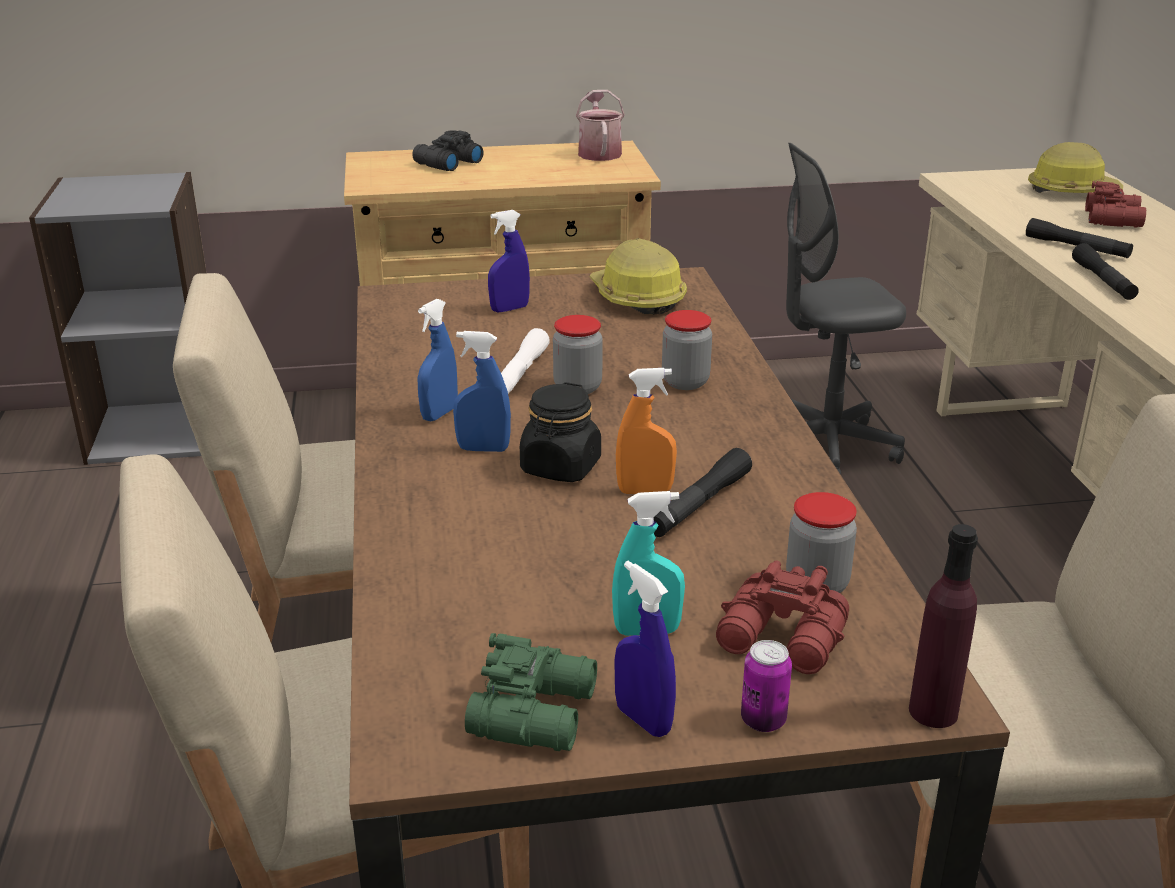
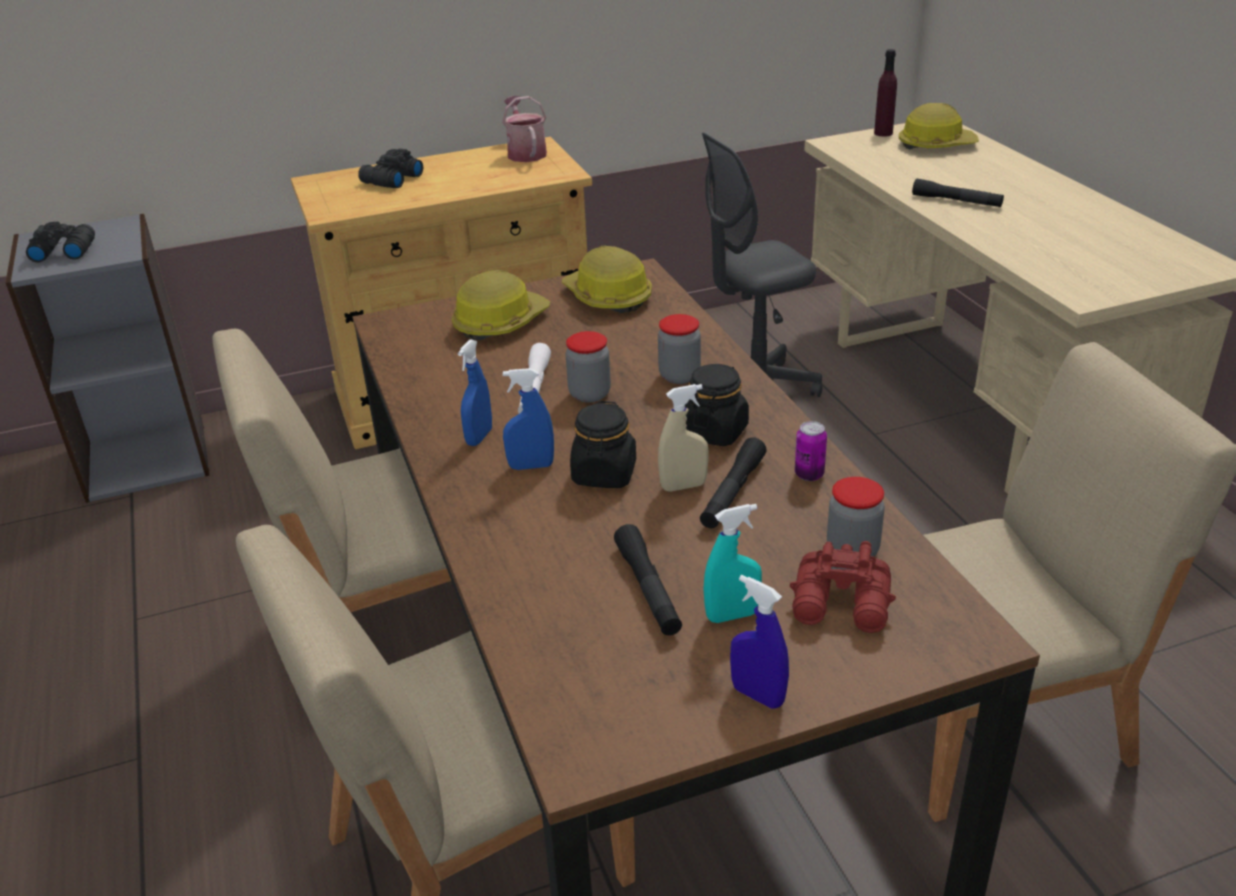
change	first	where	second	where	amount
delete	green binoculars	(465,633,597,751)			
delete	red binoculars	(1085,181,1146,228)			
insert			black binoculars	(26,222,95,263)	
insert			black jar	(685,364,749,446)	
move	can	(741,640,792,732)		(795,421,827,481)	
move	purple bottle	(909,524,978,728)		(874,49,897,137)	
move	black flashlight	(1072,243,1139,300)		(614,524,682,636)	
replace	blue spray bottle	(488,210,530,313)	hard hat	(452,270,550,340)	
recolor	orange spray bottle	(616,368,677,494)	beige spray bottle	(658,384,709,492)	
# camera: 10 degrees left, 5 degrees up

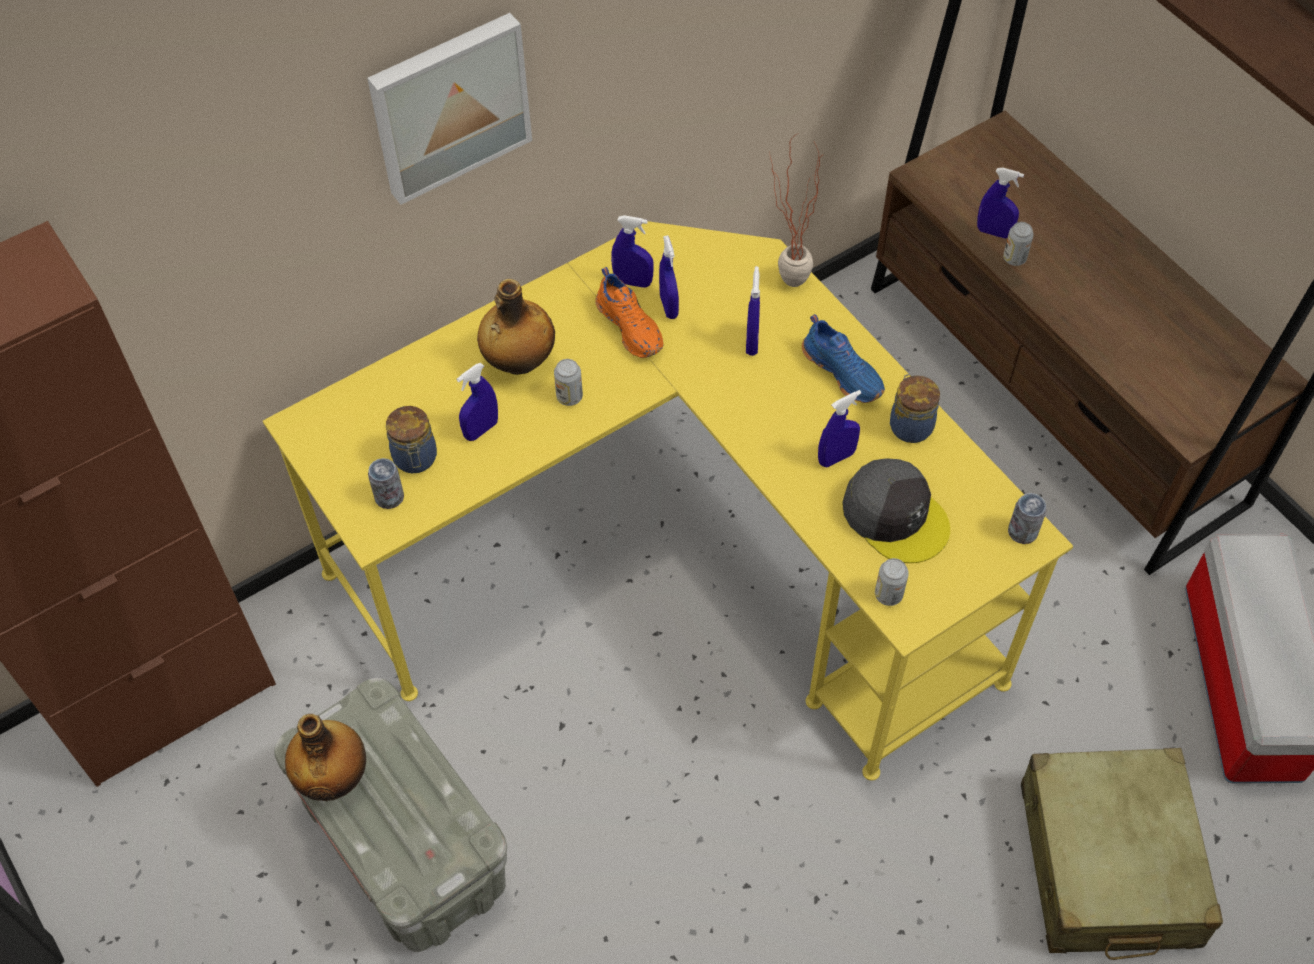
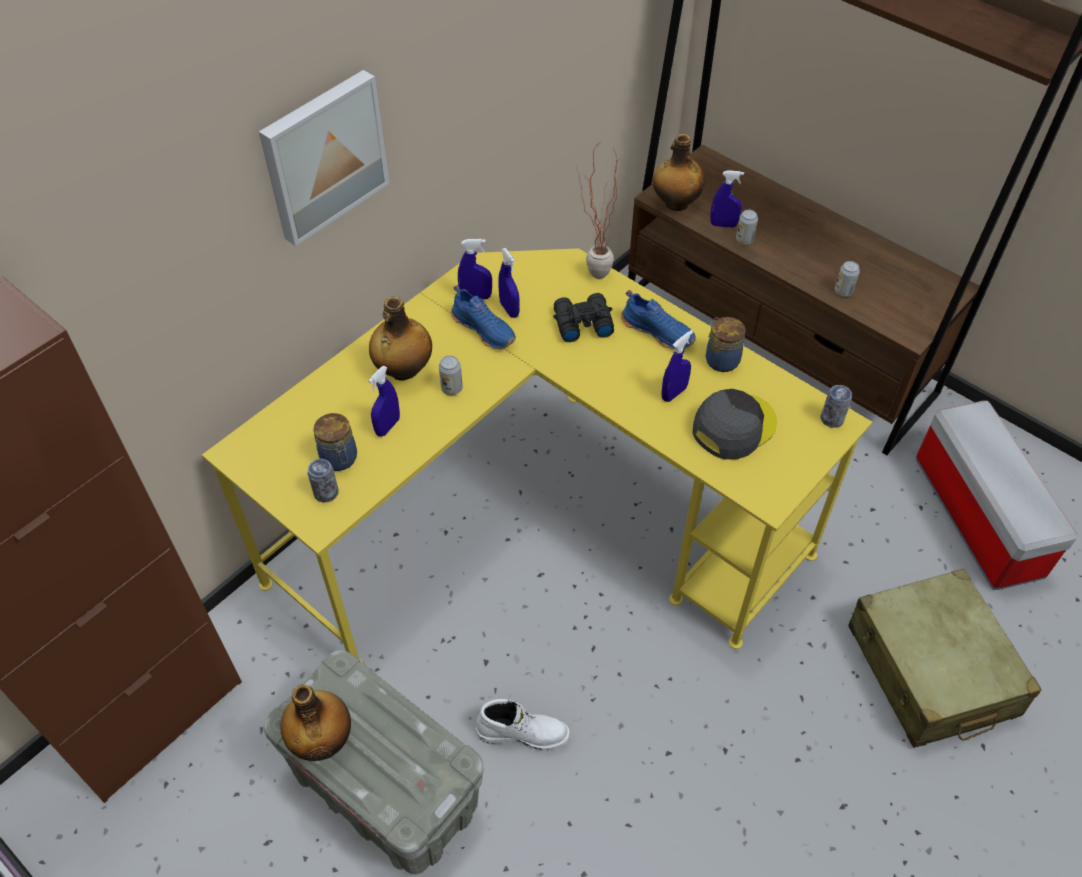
change	first	where	second	where	amount
insert			white boot	(476,699,570,750)	
insert			bottle	(653,134,705,211)	
move	can	(875,558,909,606)		(835,261,860,297)	
replace	blue spray bottle	(746,266,760,356)	black binoculars	(553,293,614,342)	
recolor	orange shoe	(595,267,664,358)	blue shoe	(451,285,516,349)	
rotate	grey cap	(842,458,950,563)		(693,389,777,460)	75 degrees counterclockwise
# camera: 15 degrees left, 5 degrees down

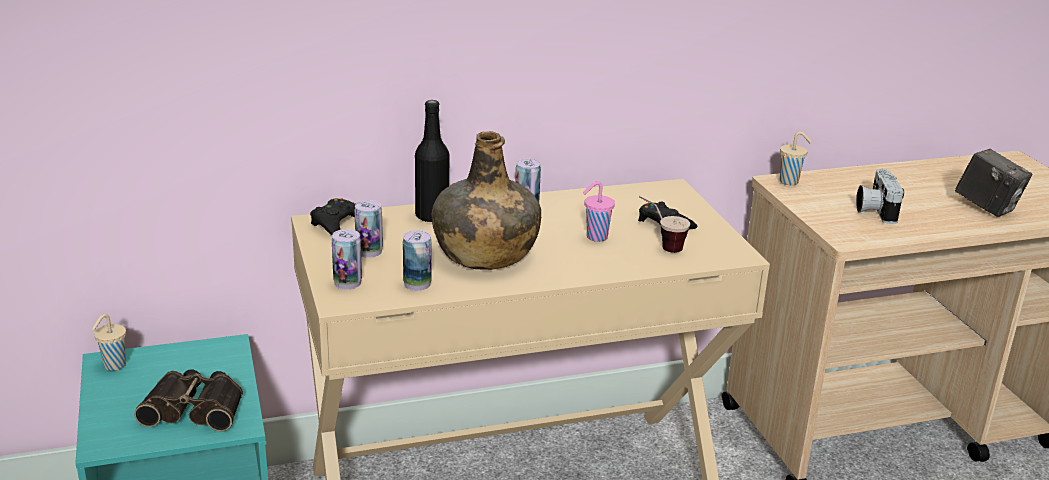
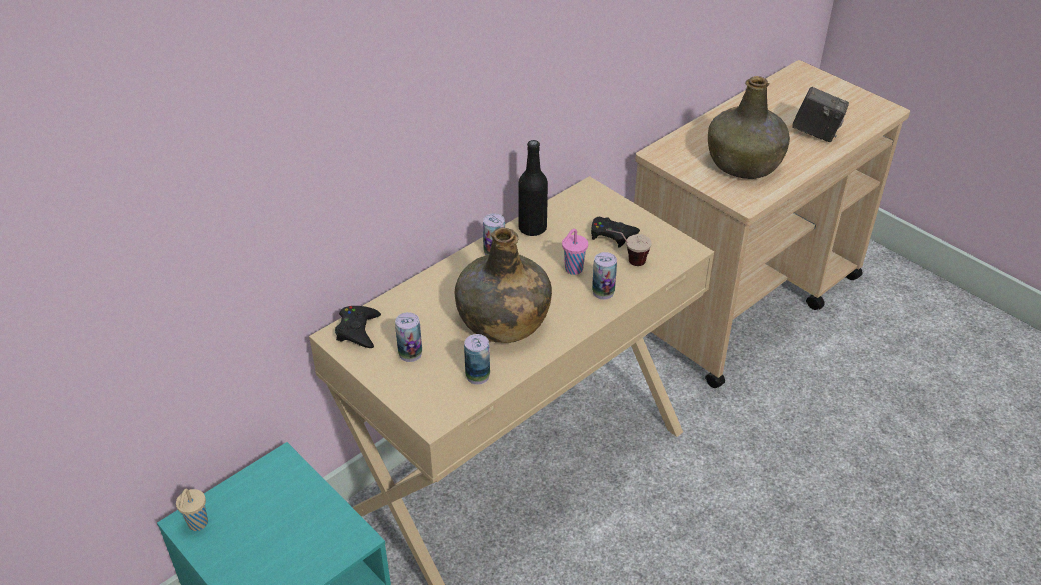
change	first	where	second	where	amount
delete	binoculars	(134,369,243,431)			
delete	beige cup	(780,131,812,185)			
move	can	(332,229,362,290)		(592,252,617,300)	
move	black bottle	(415,100,449,222)		(518,140,548,236)	
replace	photo camera	(856,169,904,224)	green bottle	(708,76,790,179)	
# camera: 25 degrees left, 15 degrees up

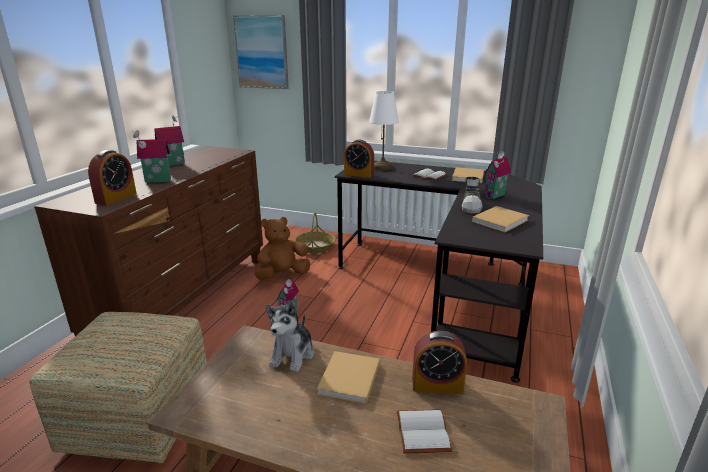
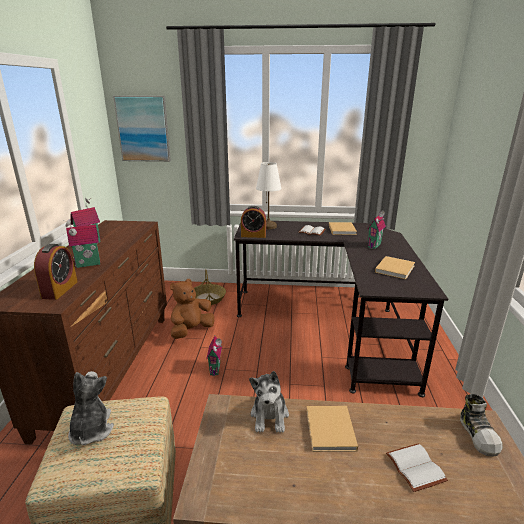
change	first	where	second	where	amount
delete	alarm clock	(412,331,467,394)			
insert			plush toy	(68,371,114,445)	
move	shoe	(462,177,482,213)		(460,394,503,457)	
# camera: 15 degrees left, 0 degrees up

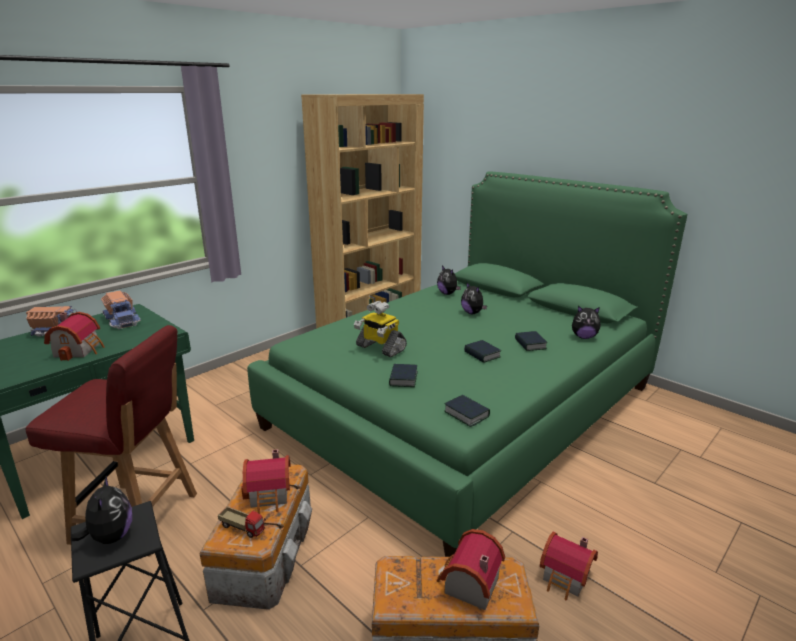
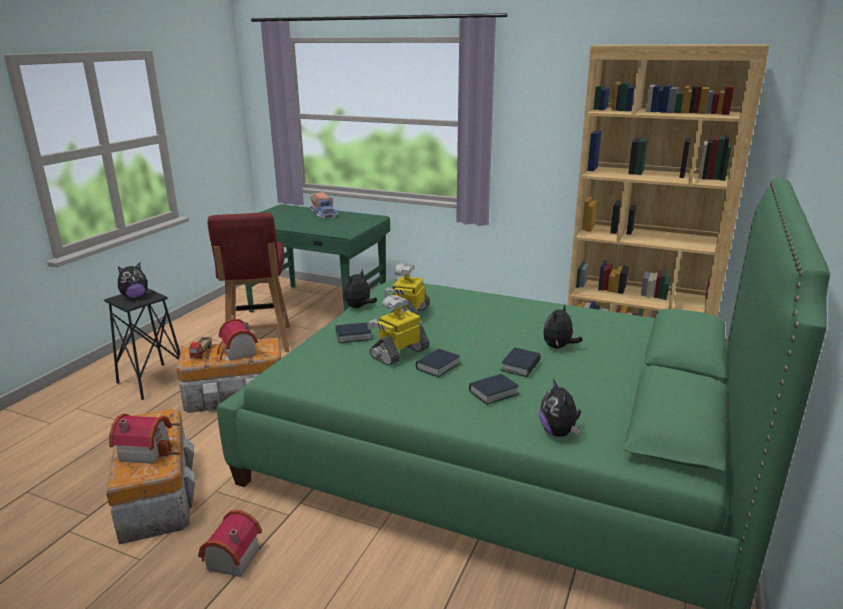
change	first	where	second	where	amount
delete	toy house	(44,312,105,361)			
delete	toy truck	(101,290,141,329)			
insert			toy robot	(367,295,430,366)	
move	plush toy	(437,266,461,295)		(344,269,377,308)	
move	book	(444,395,490,427)		(501,348,541,377)	
# camera: 70 degrees right, 0 degrees up

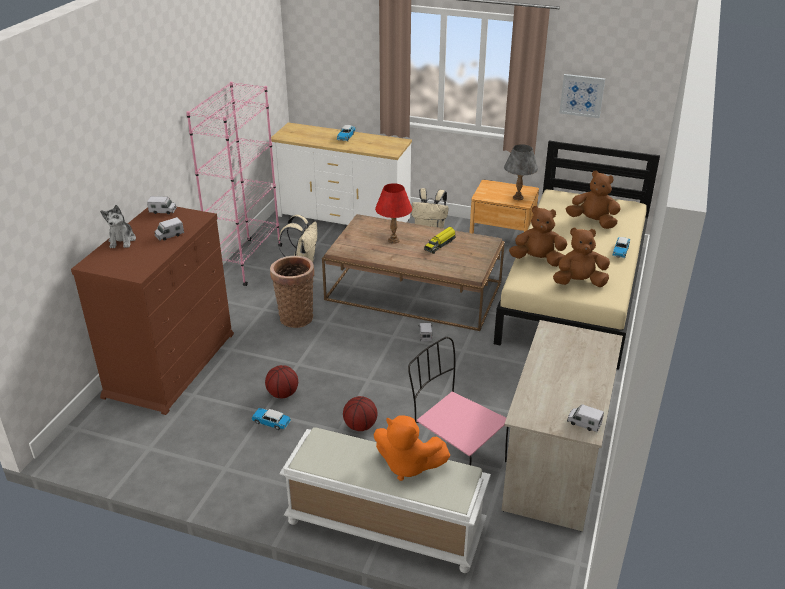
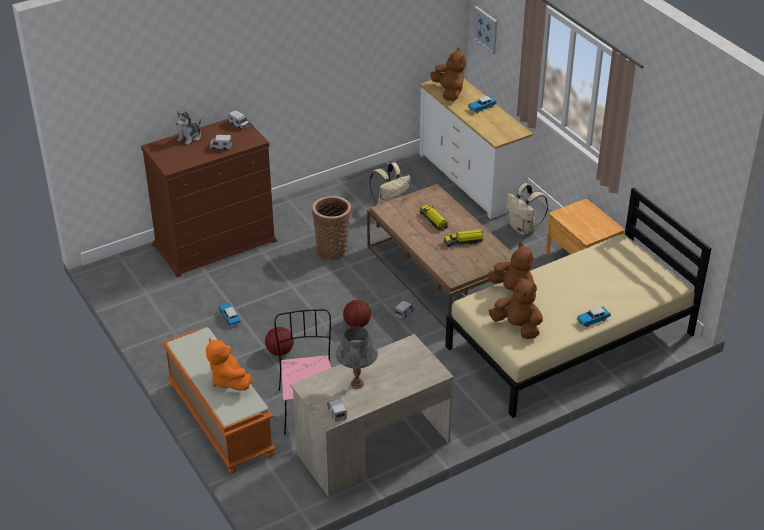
change	first	where	second	where	amount
delete	pink bookcase	(186,81,282,286)			
move	basketball	(265,365,298,399)		(343,300,371,327)	
move	grey table lamp	(504,144,538,200)		(336,327,378,389)	
move	picture	(559,74,605,118)		(472,6,497,54)	
move	brown plush toy	(566,170,621,229)		(431,48,466,101)	
replace	red table lamp	(375,183,412,244)	toy truck	(420,205,448,231)	
recolor	white bench	(279,427,491,573)	orange bench	(162,327,276,473)	
# camera: 40 degrees right, 5 degrees up

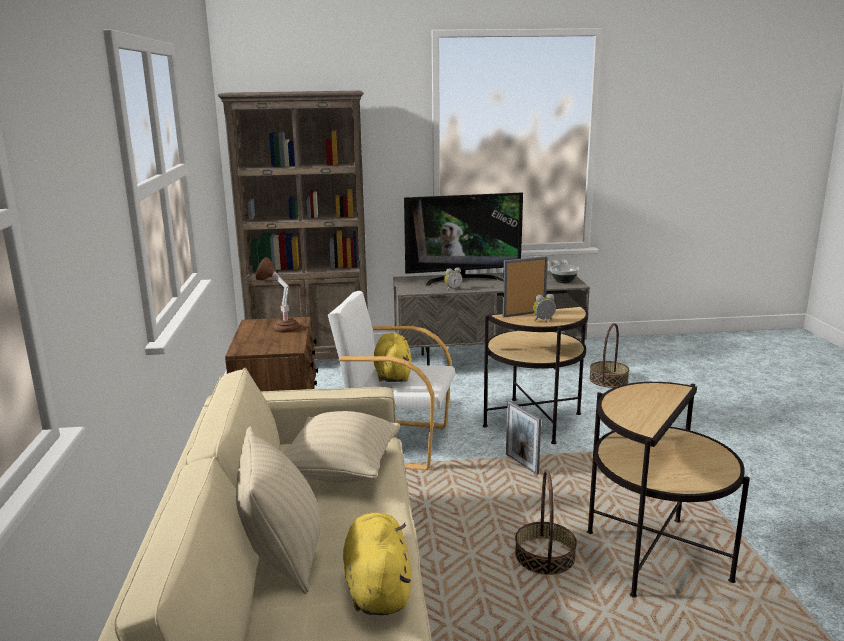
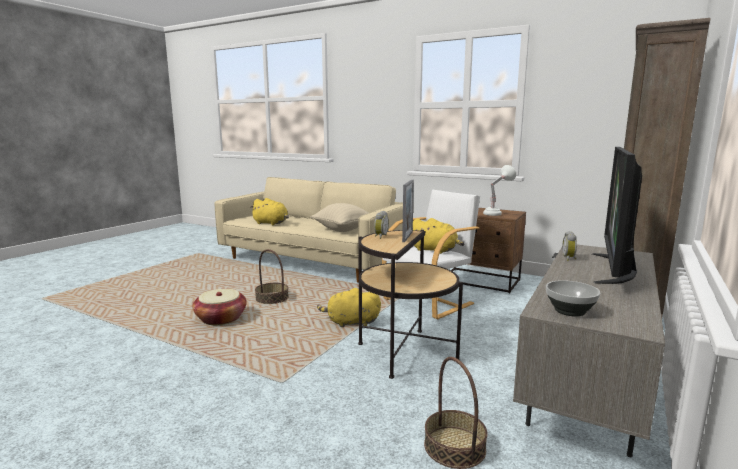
change	first	where	second	where	amount
delete	beige pillow	(236,426,321,594)			
replace	picture frame	(506,400,541,475)	yellow plush toy	(317,288,381,327)	
replace	side table	(587,382,750,598)	basket	(192,289,247,325)	
recolor	brown table lamp	(256,257,299,333)	white table lamp	(483,165,516,216)	
# camera: 125 degrees right, 5 degrees down

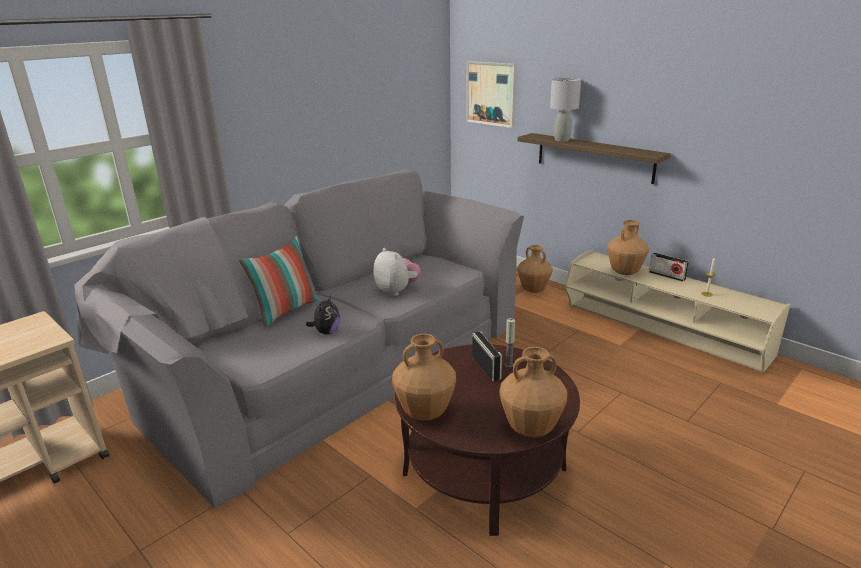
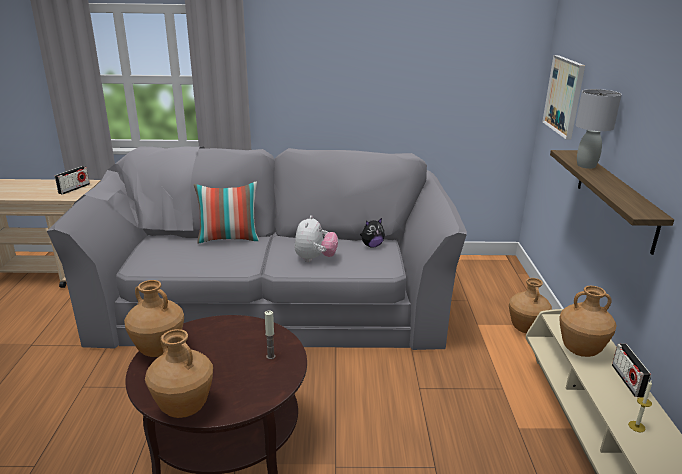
change	first	where	second	where	amount
move	plush toy	(306,295,340,334)		(360,218,385,248)	
move	radio	(472,331,502,381)		(55,166,90,195)	
# camera: 45 degrees right, 0 degrees up

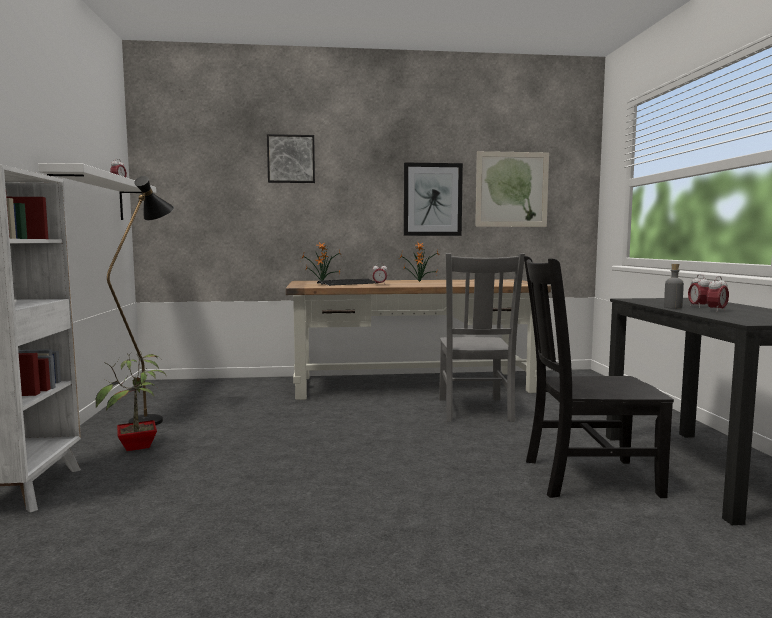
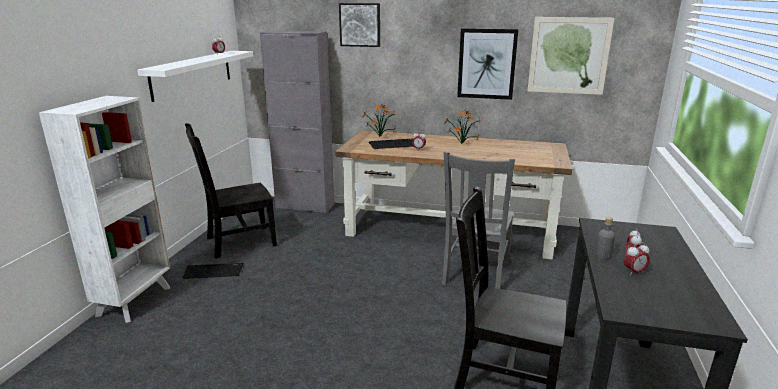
change	first	where	second	where	amount
insert			grey cabinet	(260,30,335,214)	
replace	potted plant	(95,351,166,451)	keyboard	(182,263,244,279)	
replace	black floor lamp	(107,176,174,425)	black chair	(185,123,277,259)	
# camera: 20 degrees right, 15 degrees up

